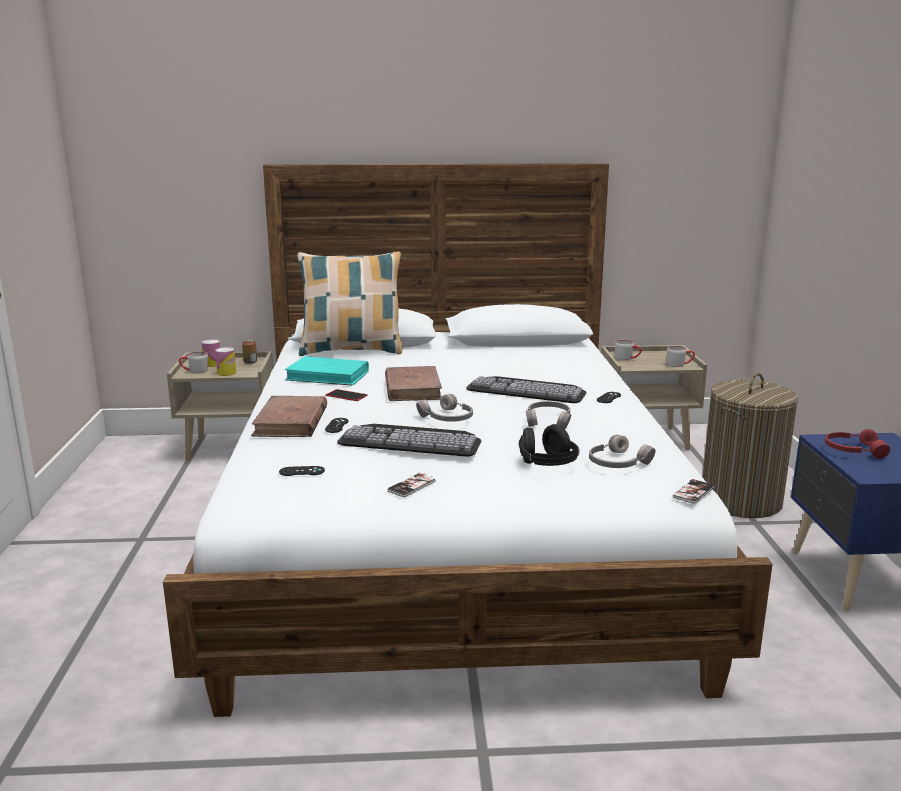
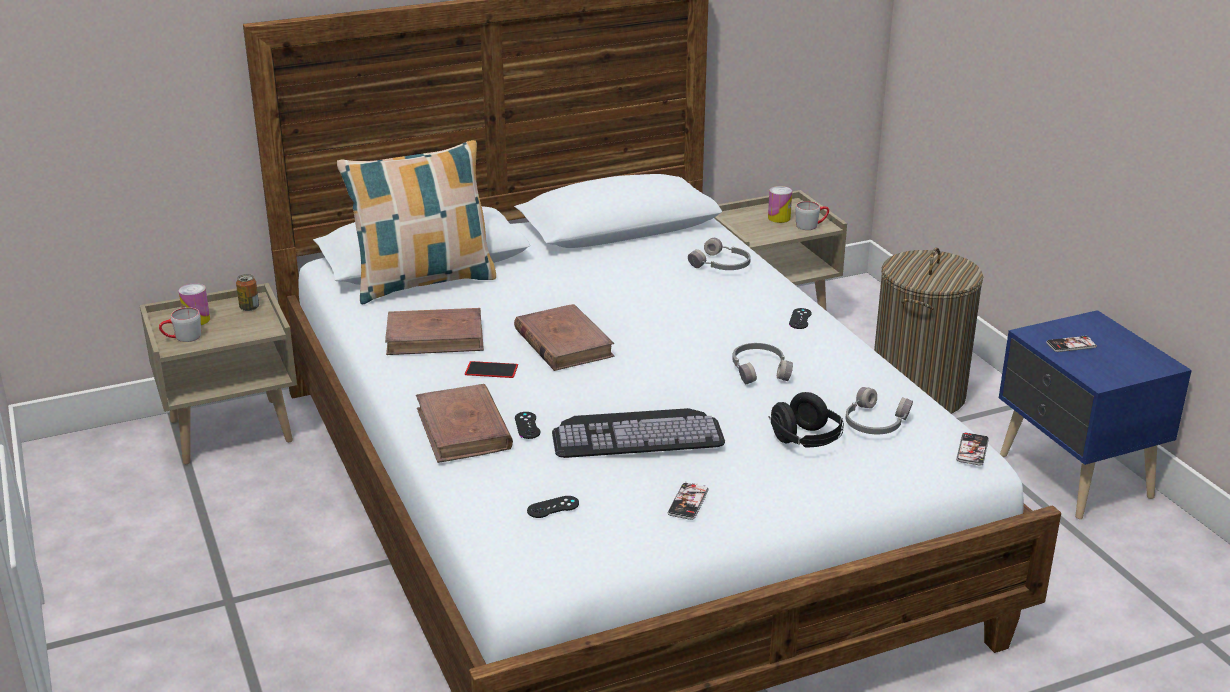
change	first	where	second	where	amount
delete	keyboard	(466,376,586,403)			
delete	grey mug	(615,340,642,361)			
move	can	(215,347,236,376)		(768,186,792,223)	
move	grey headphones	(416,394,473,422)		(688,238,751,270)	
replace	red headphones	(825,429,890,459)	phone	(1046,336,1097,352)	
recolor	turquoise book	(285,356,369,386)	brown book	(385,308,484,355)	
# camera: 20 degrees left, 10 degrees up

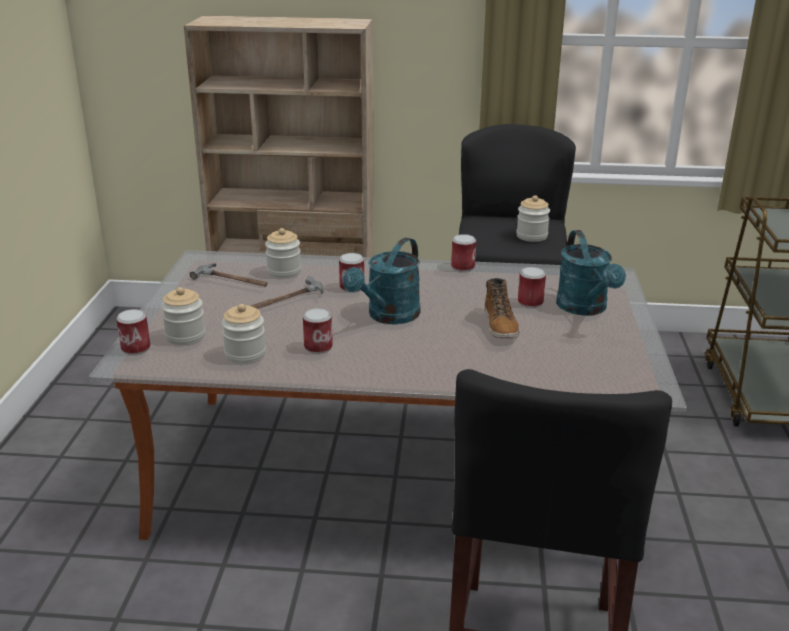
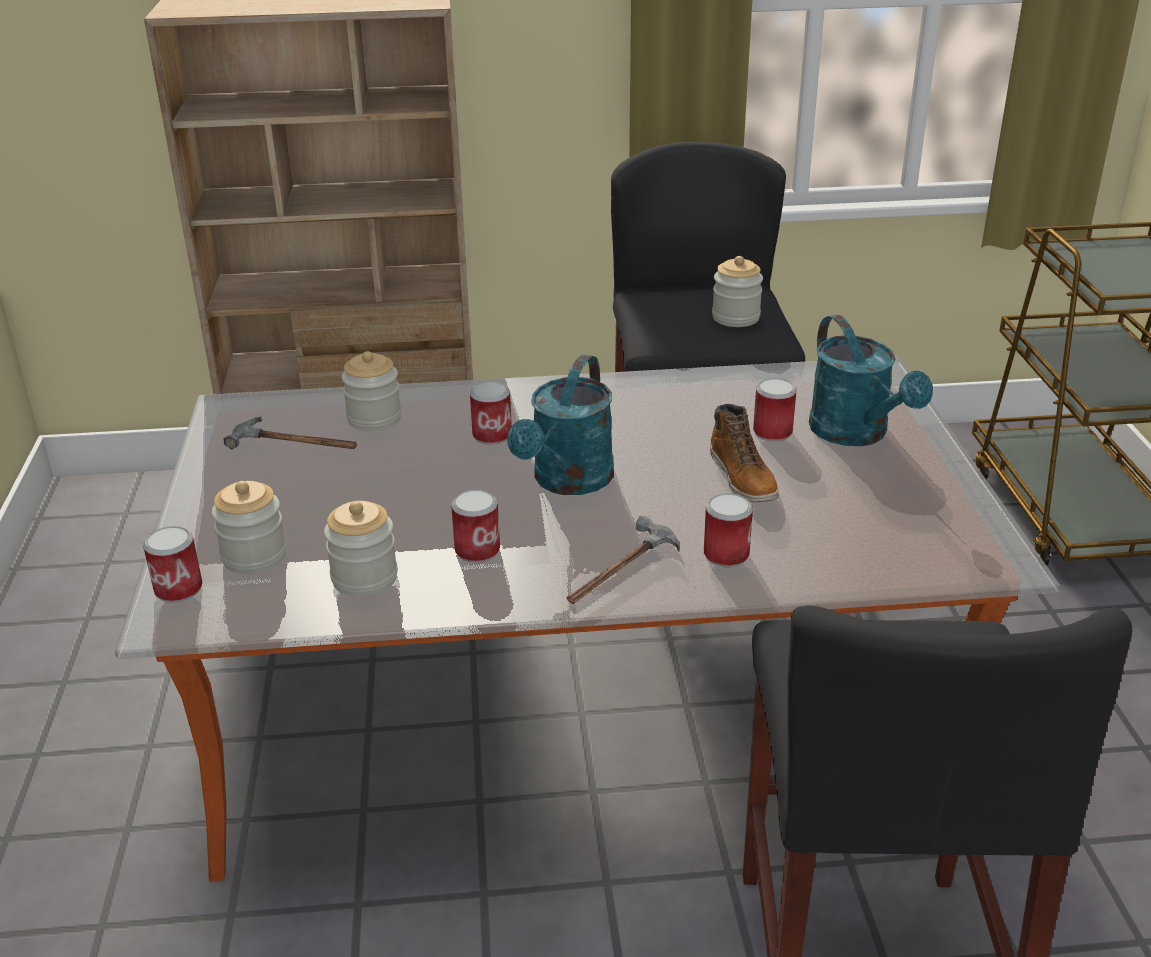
change	first	where	second	where	amount
move	hammer	(251,276,324,309)		(567,516,680,604)	
move	can	(451,234,476,272)		(704,493,753,567)	
# camera: 10 degrees left, 5 degrees up

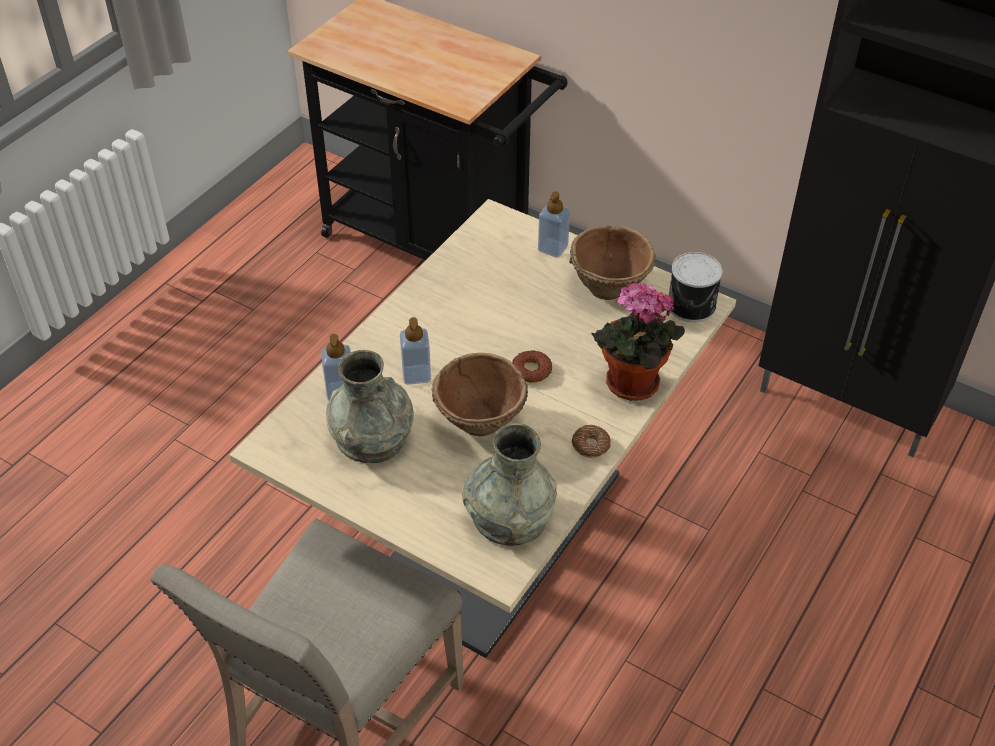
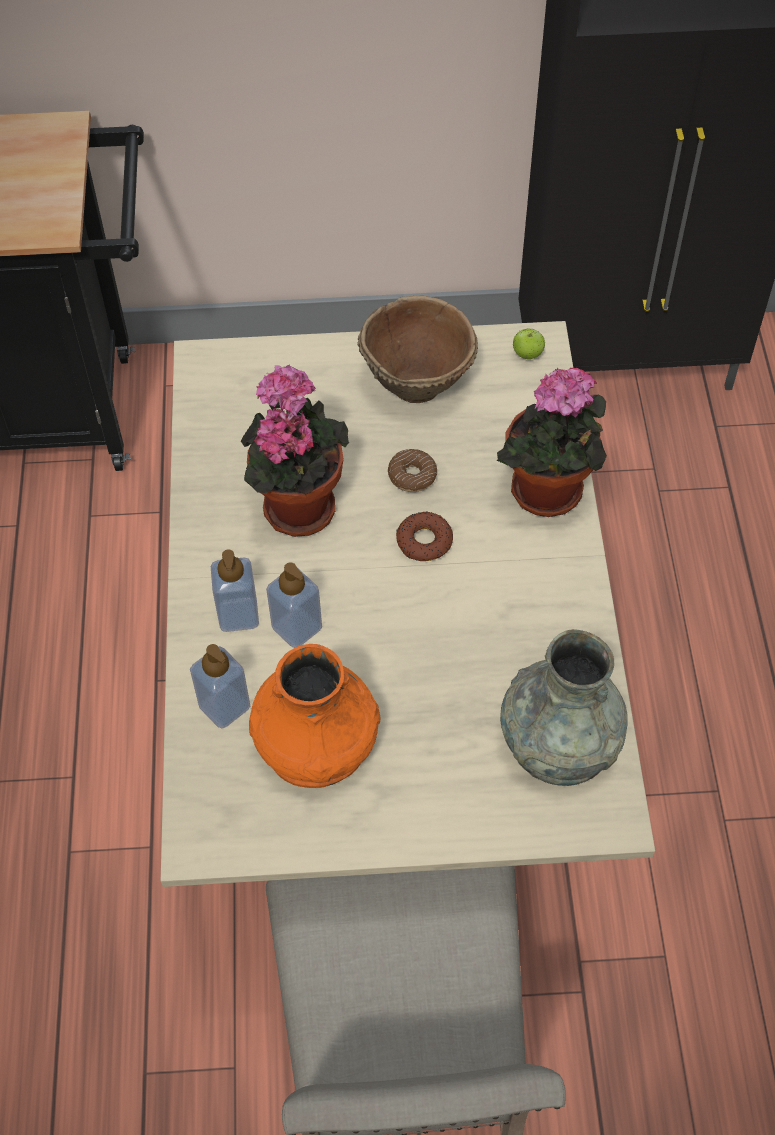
change	first	where	second	where	amount
delete	brown bowl	(432,353,528,437)			
insert			potted plant	(241,364,349,537)	
move	soap dispenser	(538,191,570,258)		(211,549,259,632)	
move	donut	(572,425,611,458)		(388,449,437,492)	
replace	can	(669,252,723,322)	apple	(513,328,545,359)	
recolor	grey vase	(326,350,414,463)	orange vase	(249,644,380,788)	
# camera: 35 degrees left, 10 degrees up

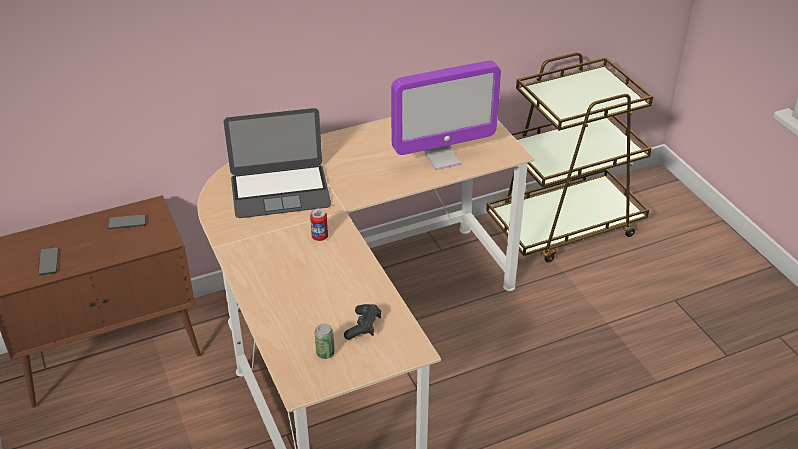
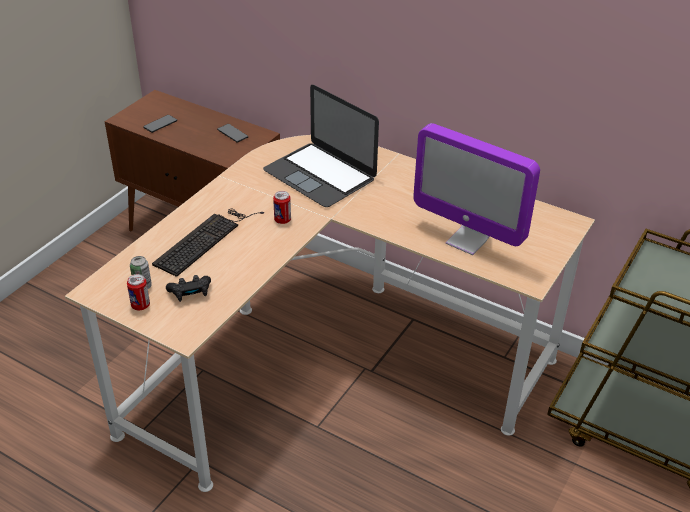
change	first	where	second	where	amount
insert			can	(127,274,150,310)	
insert			keyboard	(152,209,264,277)	
# camera: 55 degrees right, 0 degrees up

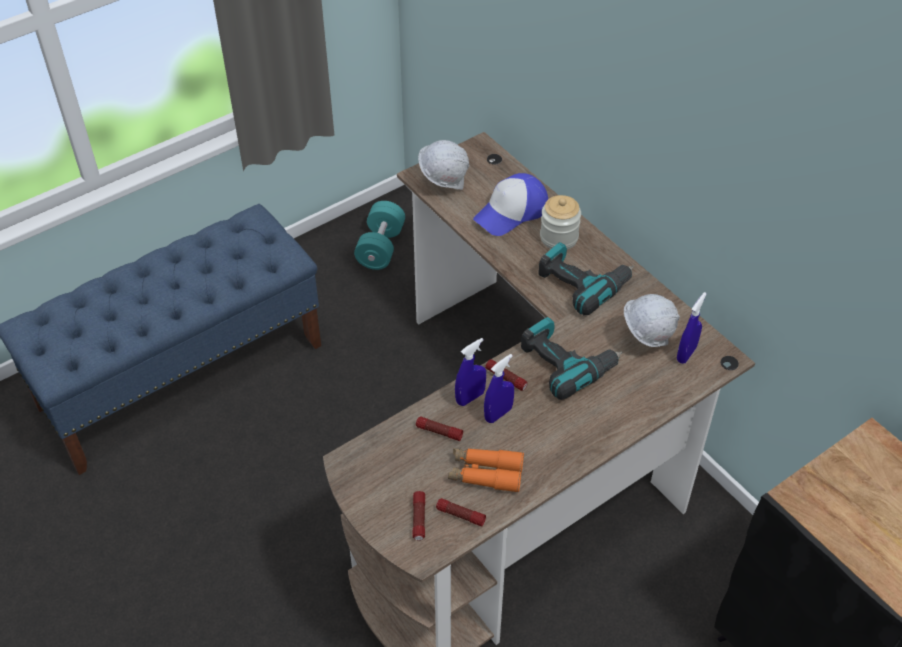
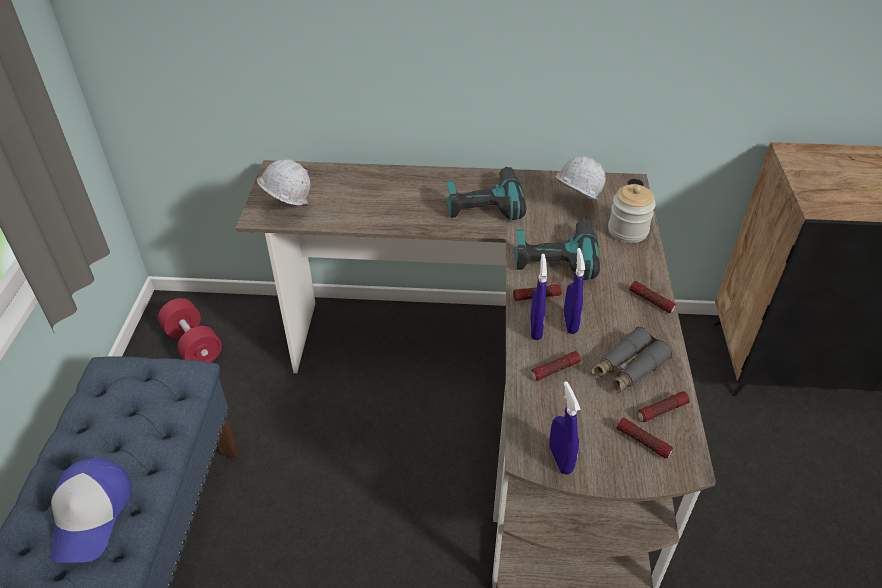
change	first	where	second	where	amount
insert			flashlight	(629,281,676,313)	
move	cap	(473,173,548,236)		(51,458,131,563)	
move	jar	(540,195,581,250)		(608,184,656,243)	
move	blue spray bottle	(677,292,706,364)		(549,381,581,475)	
recolor	turquoise dumbbell	(354,201,405,270)	red dumbbell	(158,298,222,362)	
recolor	orange binoculars	(448,448,524,493)	grey binoculars	(591,327,672,393)	
# camera: 50 degrees left, 5 degrees down

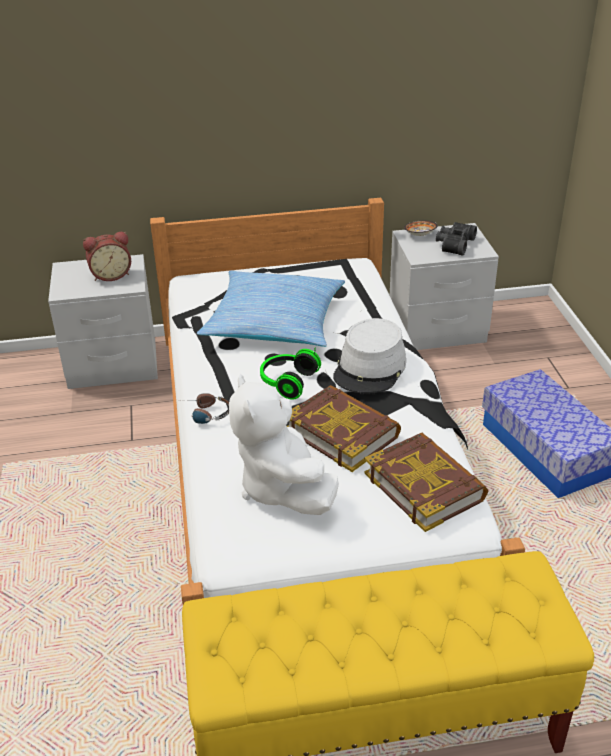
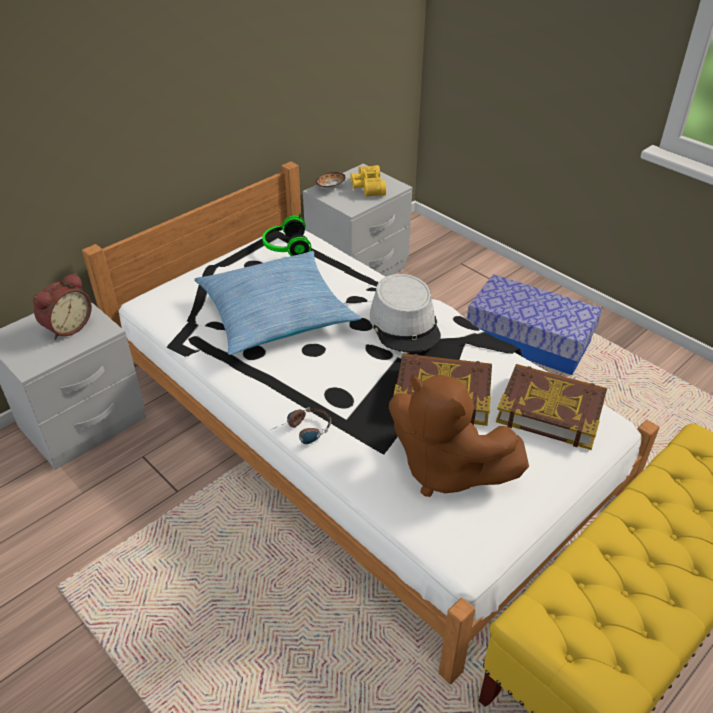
change	first	where	second	where	amount
move	headphones	(260,347,321,400)		(262,212,311,256)	
recolor	white plush toy	(229,374,339,515)	brown plush toy	(389,375,529,497)	
recolor	black binoculars	(436,222,477,256)	yellow binoculars	(350,165,386,197)	
# camera: 35 degrees left, 5 degrees up

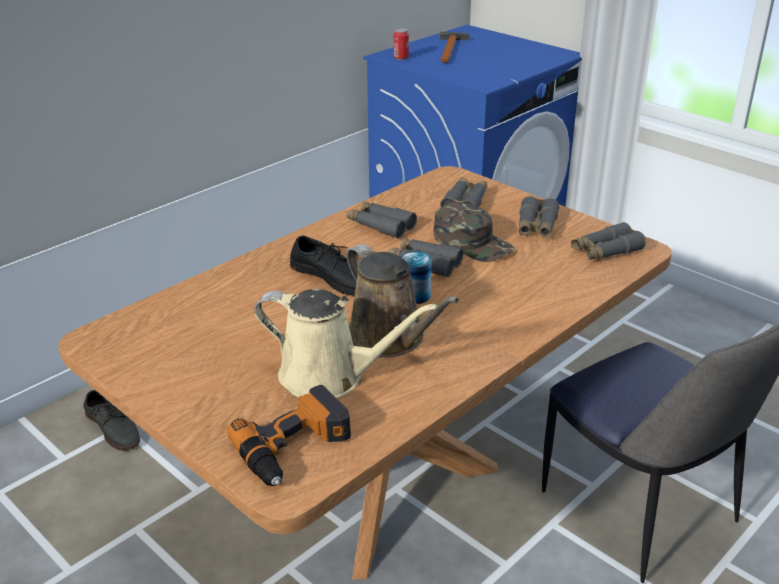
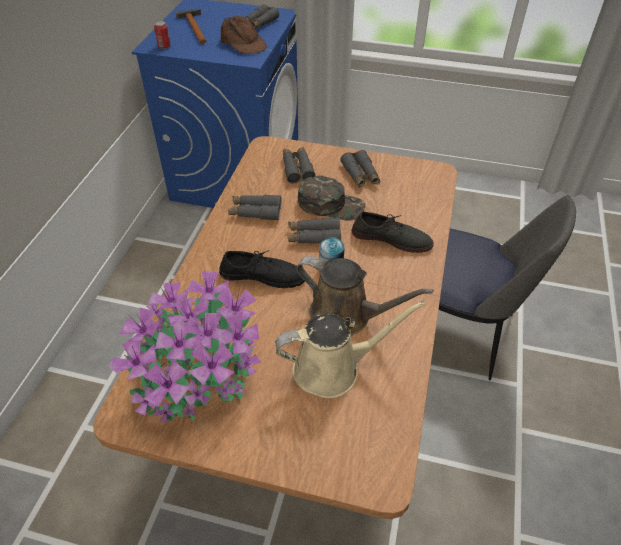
change	first	where	second	where	amount
delete	power drill	(227,385,351,486)			
insert			potted plant	(109,271,262,422)	
insert			brown cap	(221,16,267,54)	
move	grey shoe	(83,390,140,451)		(351,212,434,253)	
move	grey binoculars	(571,222,646,260)		(245,4,279,29)	
# camera: 30 degrees left, 15 degrees up

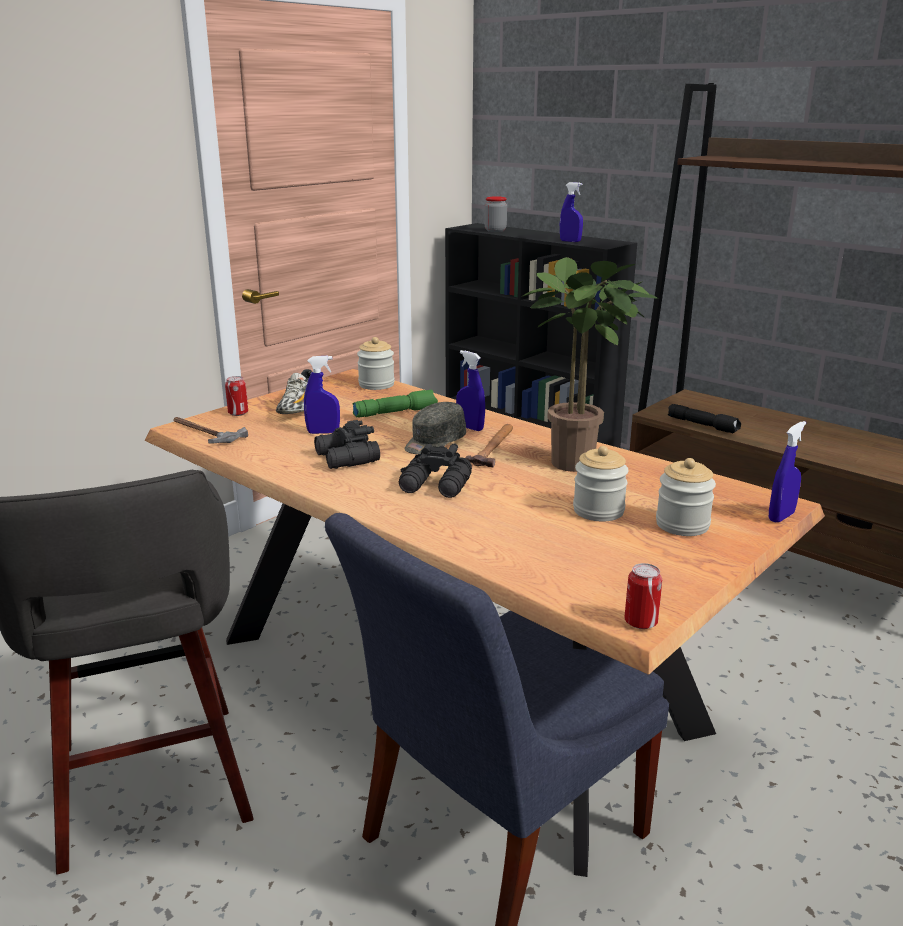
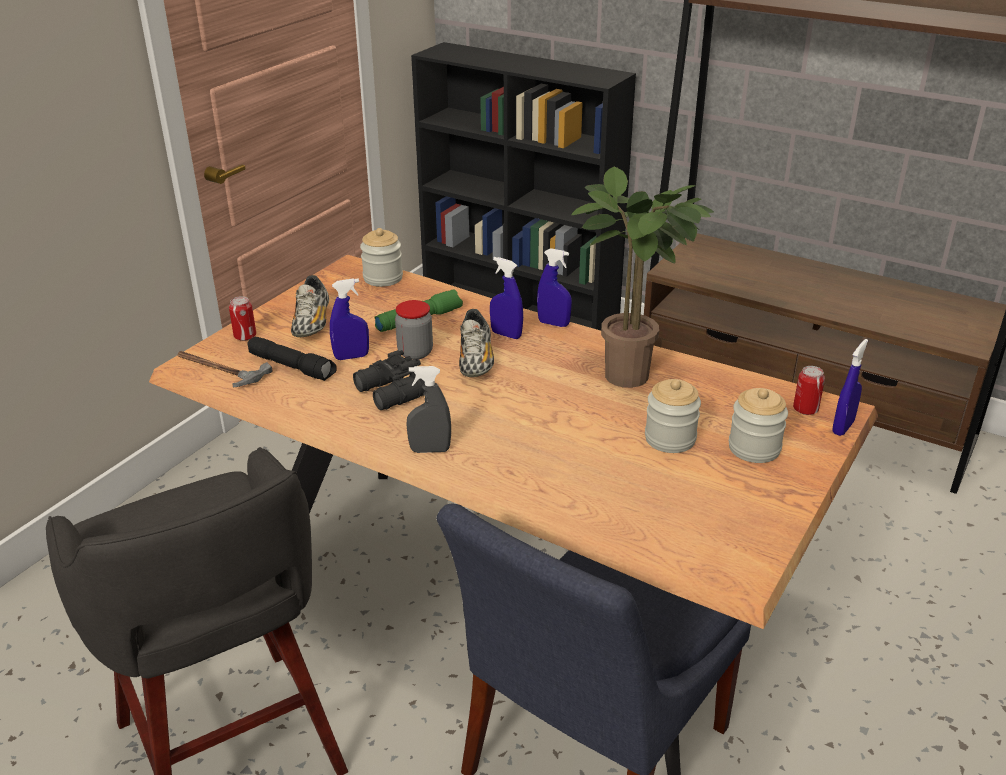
change	first	where	second	where	amount
delete	black binoculars	(399,443,472,498)			
delete	hammer	(465,424,513,467)			
insert			grey spray bottle	(406,366,451,453)	
move	jar	(485,196,507,232)		(395,300,433,360)	
move	blue spray bottle	(560,182,583,242)		(537,248,572,327)	
move	can	(624,563,662,629)		(793,366,825,415)	
move	black flashlight	(668,404,741,433)		(247,337,337,381)	
replace	grey cap	(404,402,466,454)	shoe	(459,309,494,377)	
# camera: 10 degrees left, 10 degrees up

